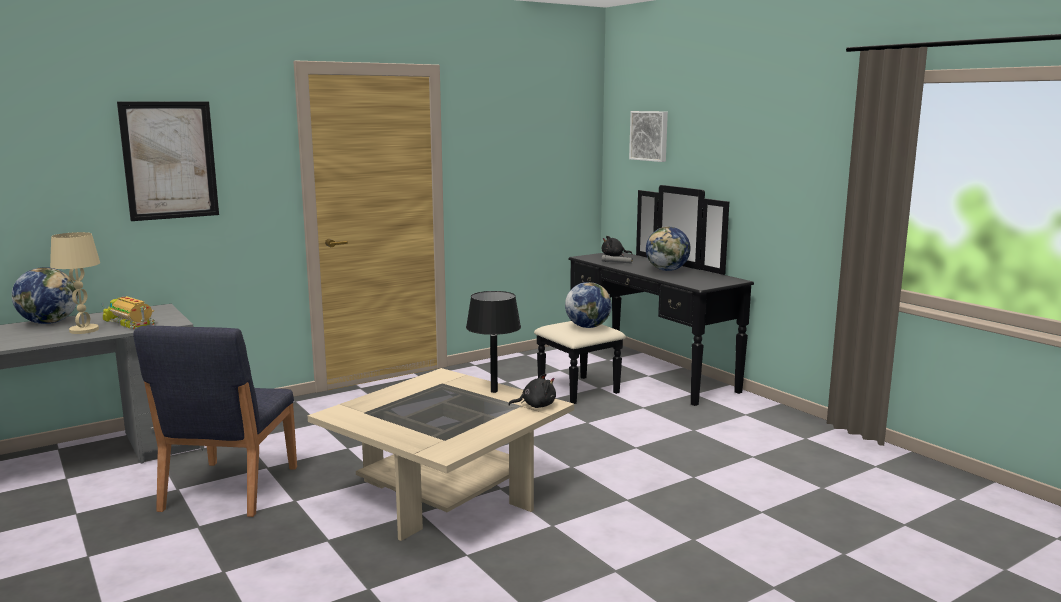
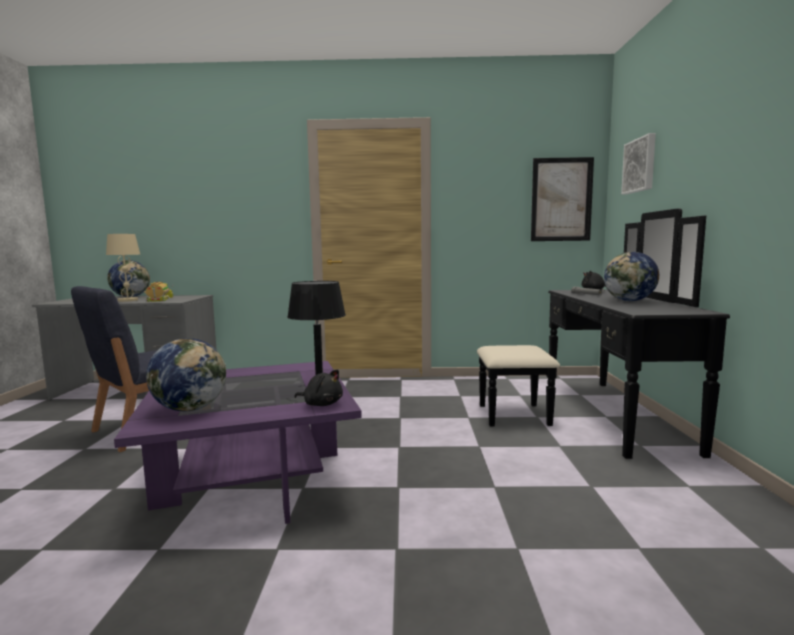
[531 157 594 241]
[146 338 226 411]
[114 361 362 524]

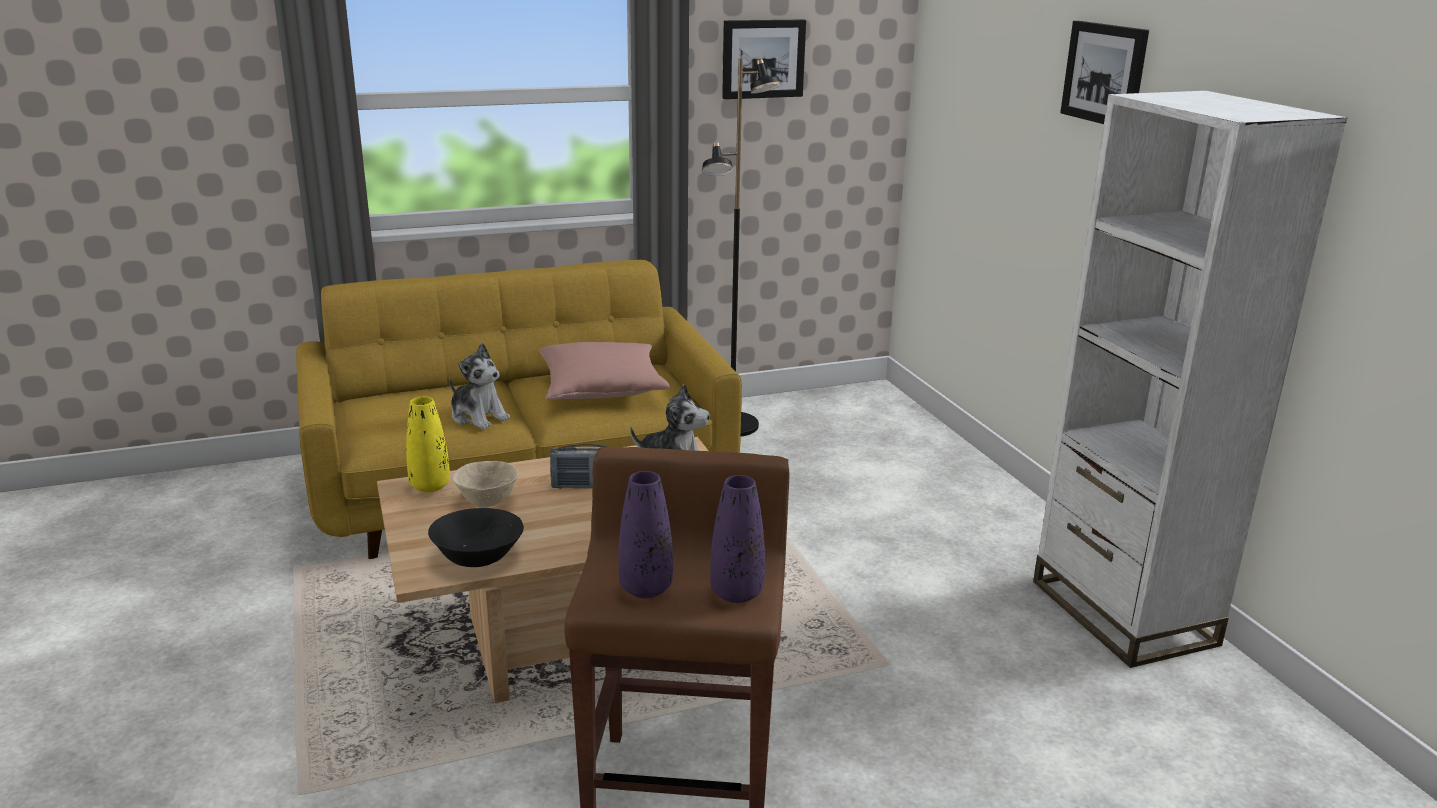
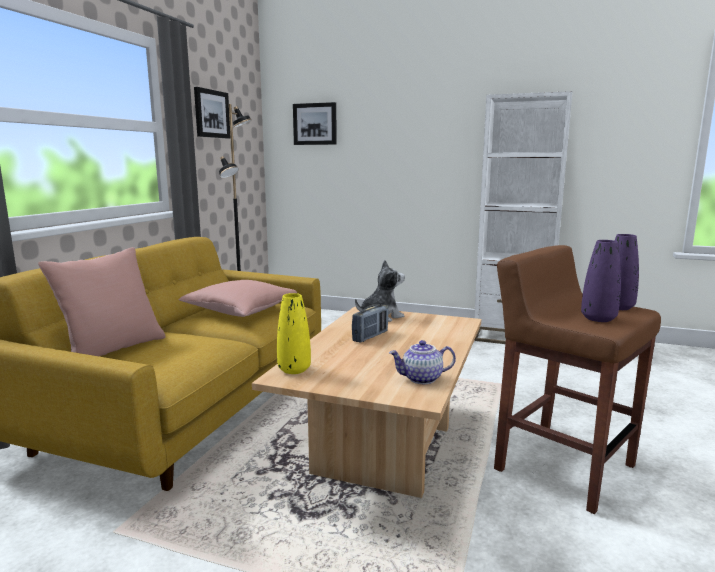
[449 343 510 429] (first image)
[452 461 518 507] (first image)
[38 247 166 356]
[293 102 337 145]
[389 340 456 384]

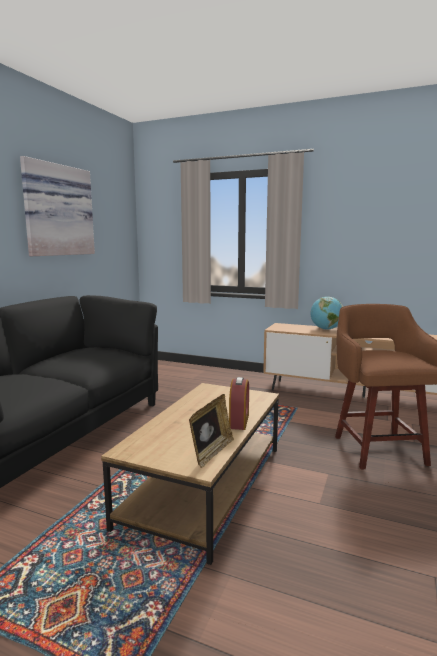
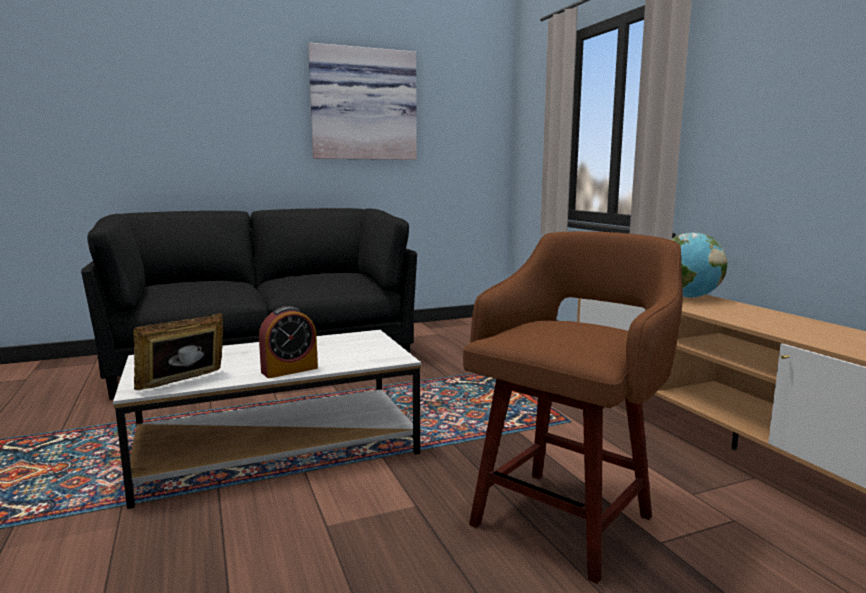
[113 330 421 509]
[133 313 223 390]

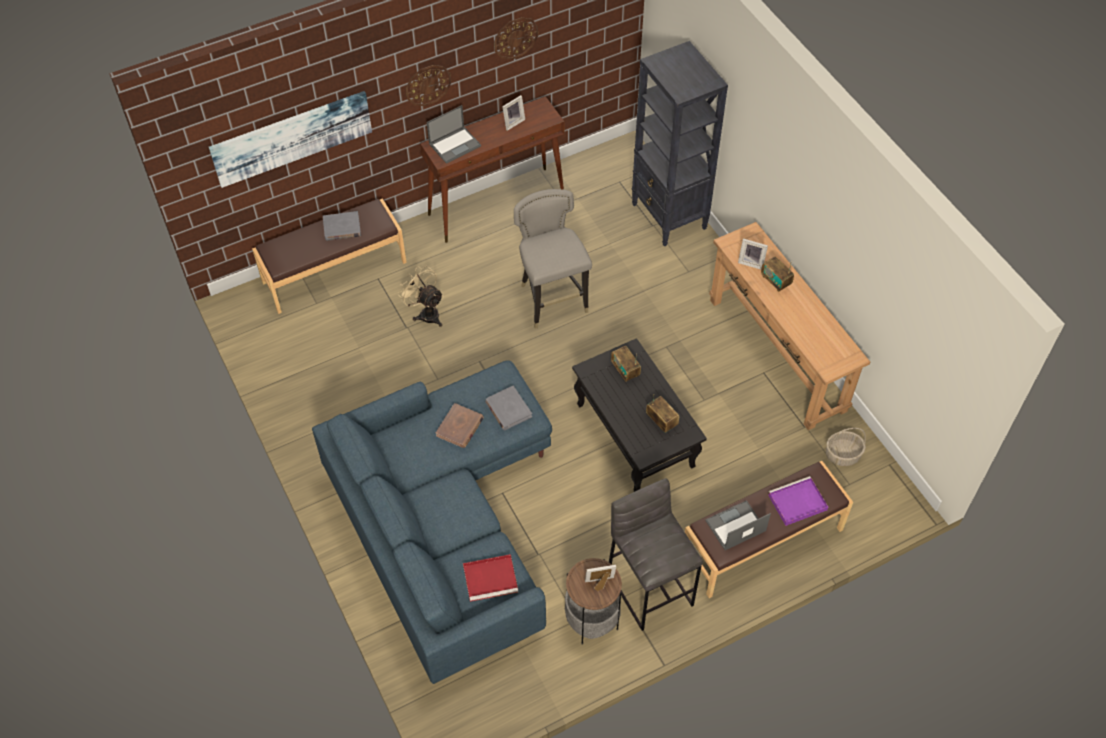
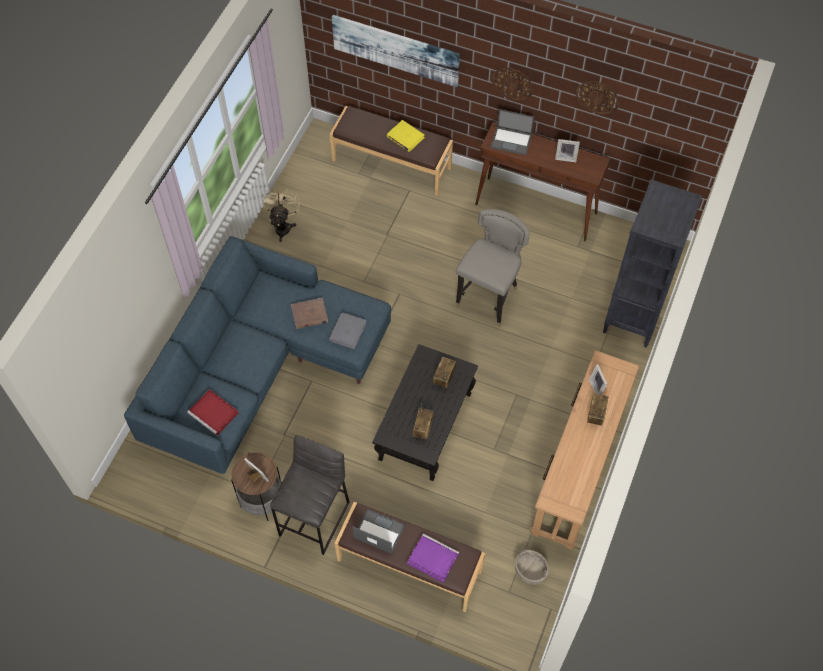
[263 187 300 242]
[387 120 425 152]

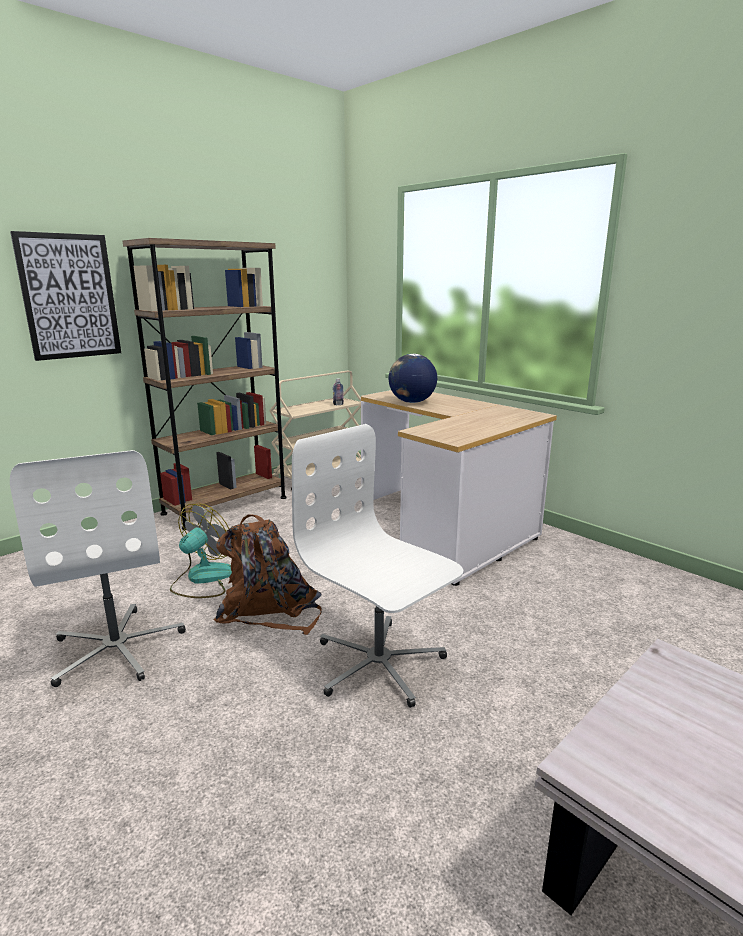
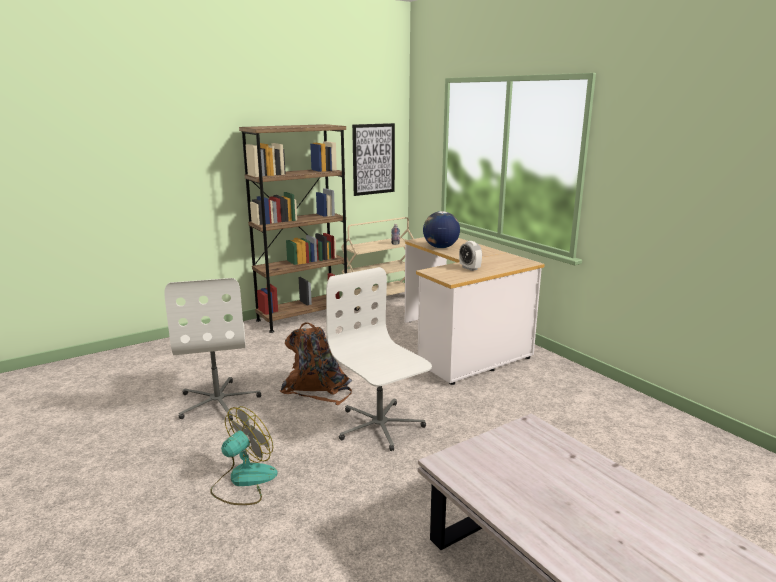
[459 241 482 271]
[352 123 395 196]
[210 406 278 505]

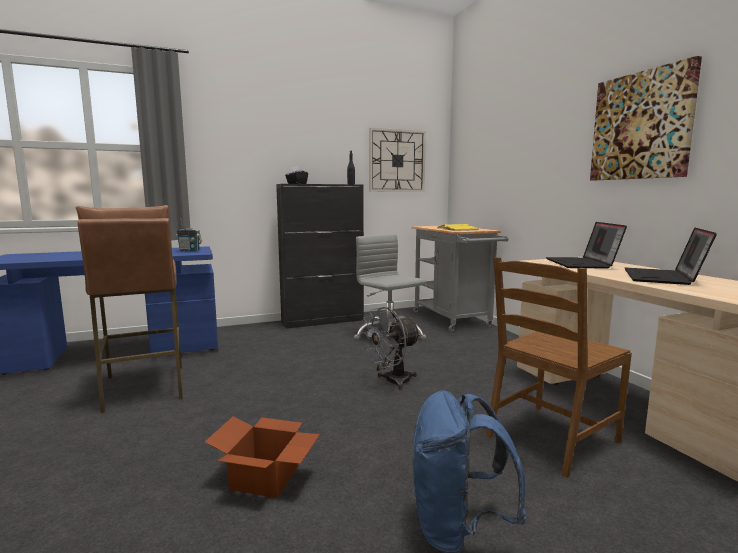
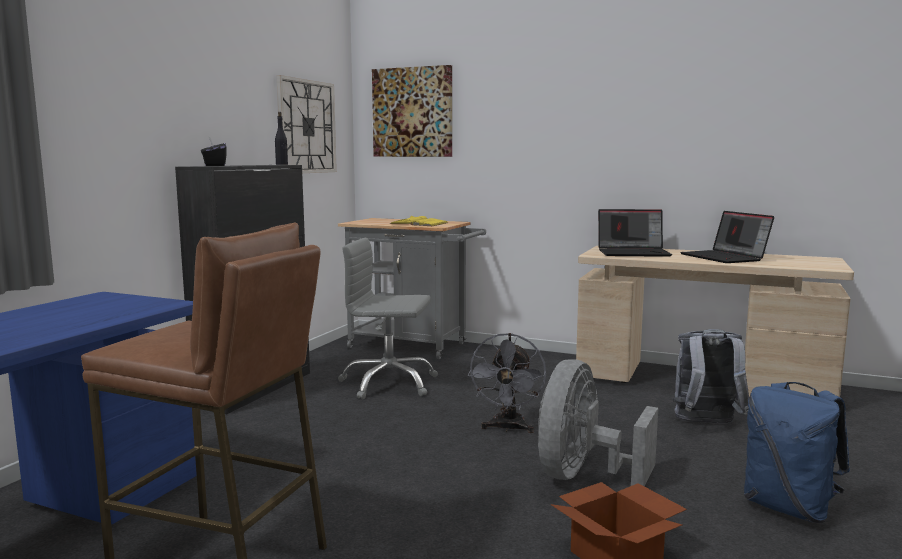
[176 218 202 251] (first image)
[538 359 658 486]
[372 65 452 157]
[672 329 749 424]
[598 209 672 257]

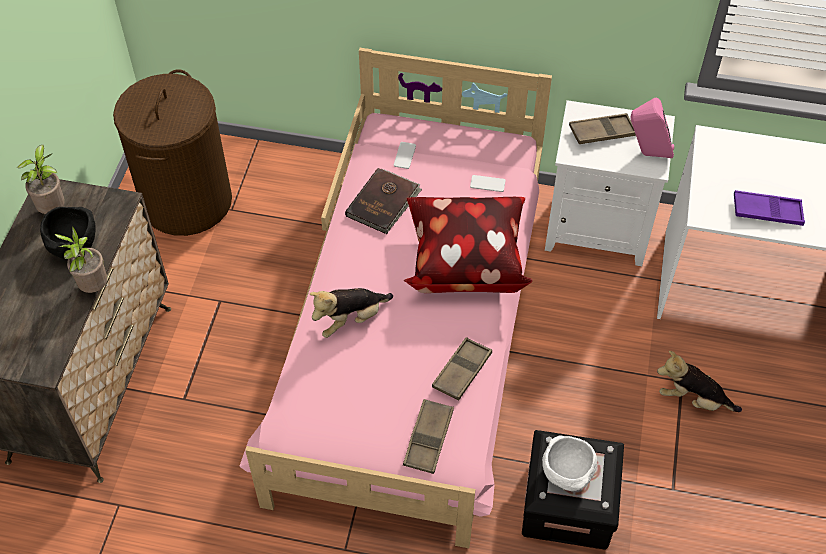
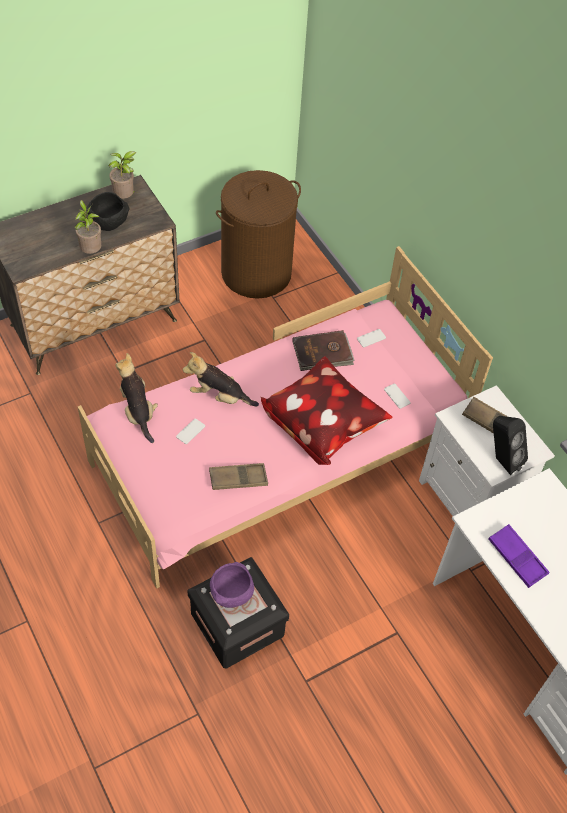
[403 399 454 474] (first image)
[176 418 205 444]
[116 353 158 443]
[210 562 254 608]
[493 416 528 475]

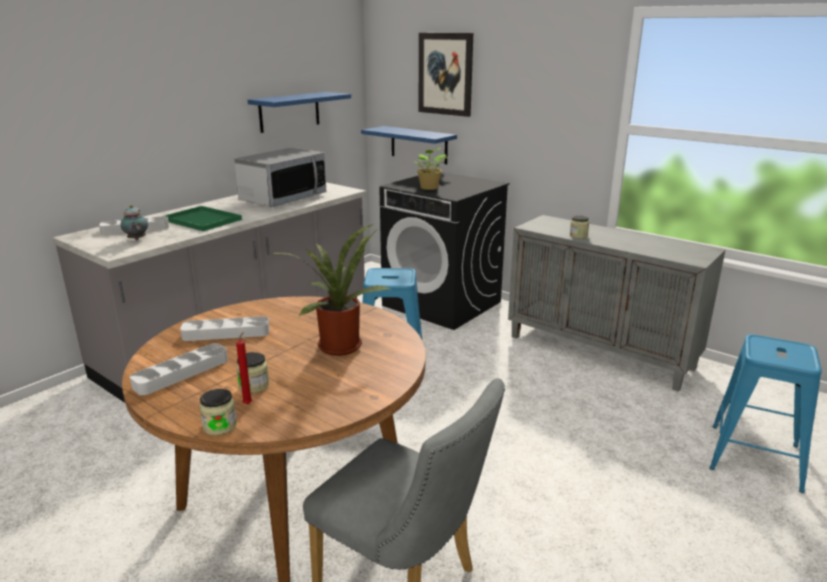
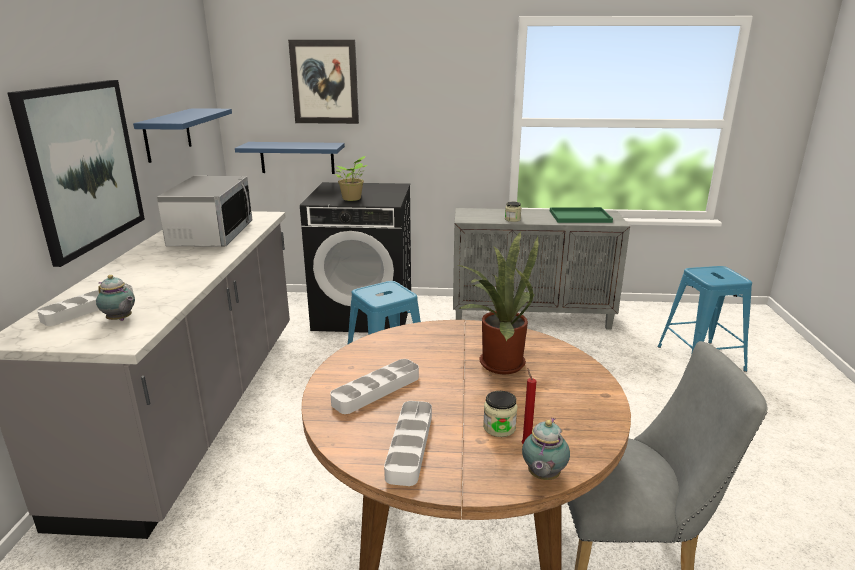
[7 80 145 267]
[550 207 613 223]
[522 418 570 480]

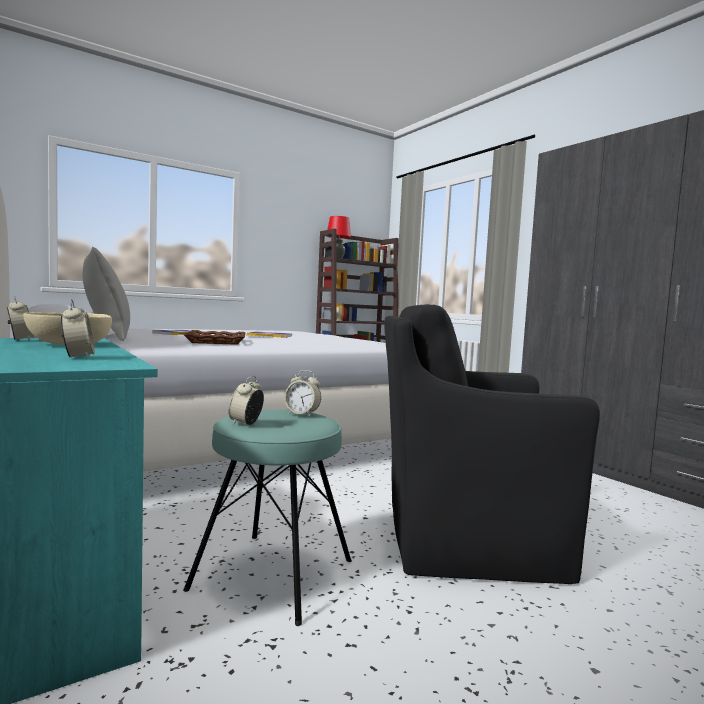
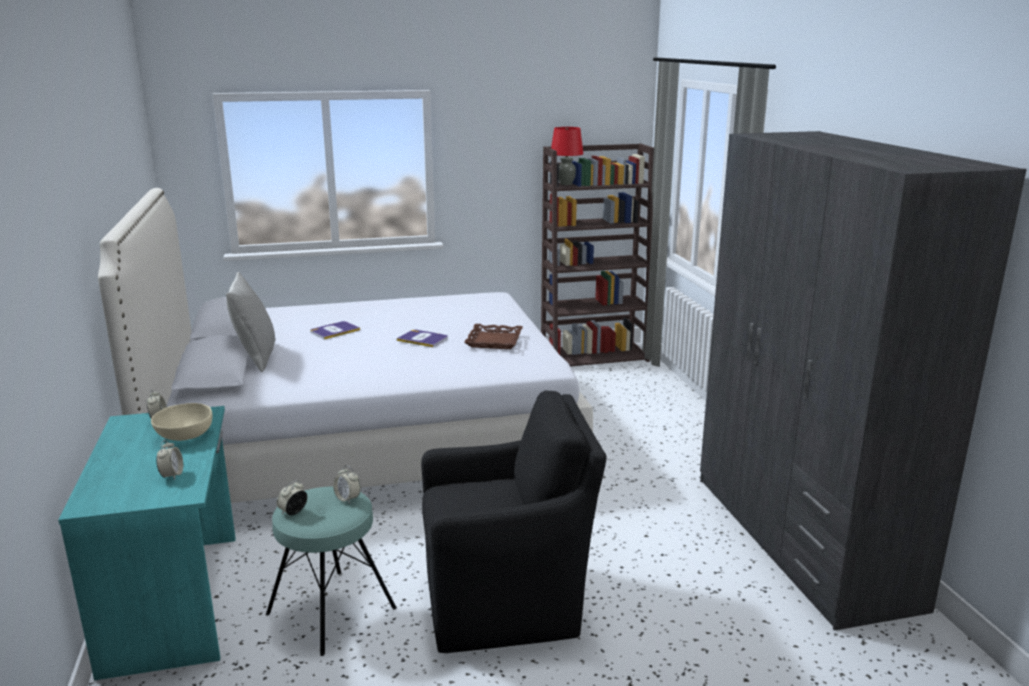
[464 324 523 349]
[421 391 606 653]

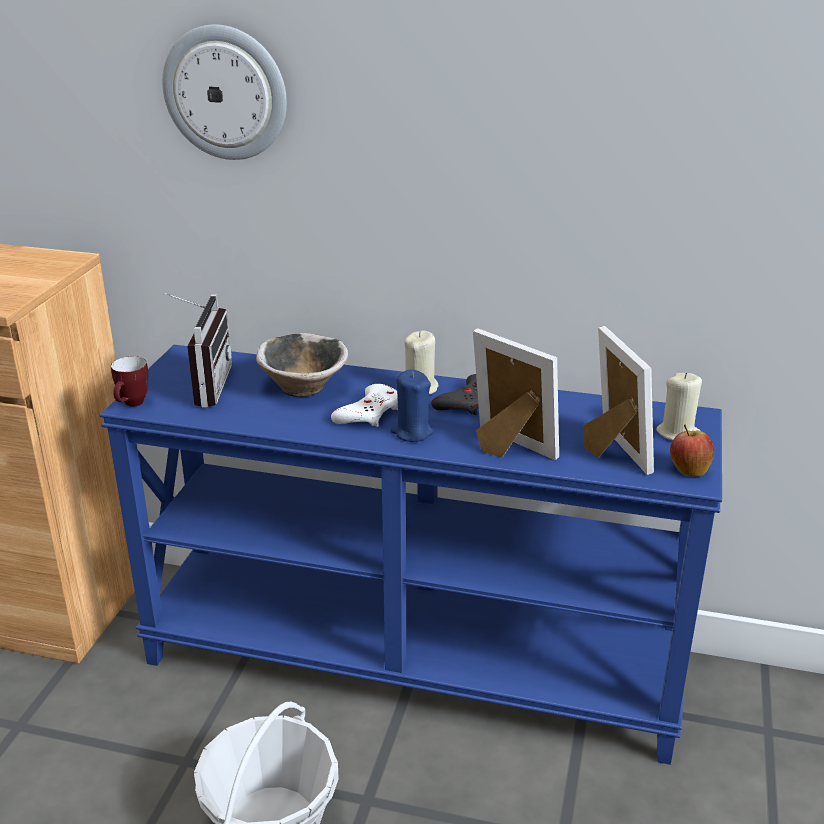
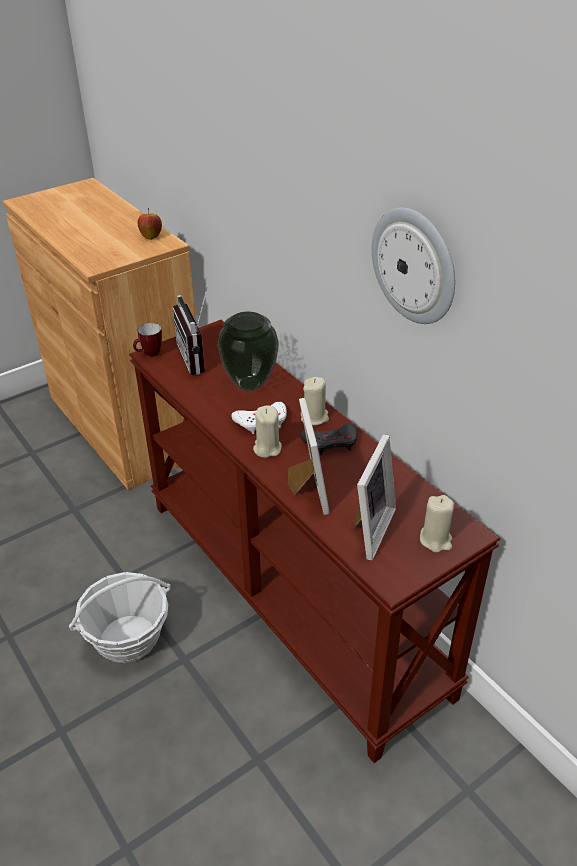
[372 207 455 324]
[138 208 162 240]
[218 312 279 391]
[129 320 500 763]
[253 405 282 458]
[172 288 208 375]

